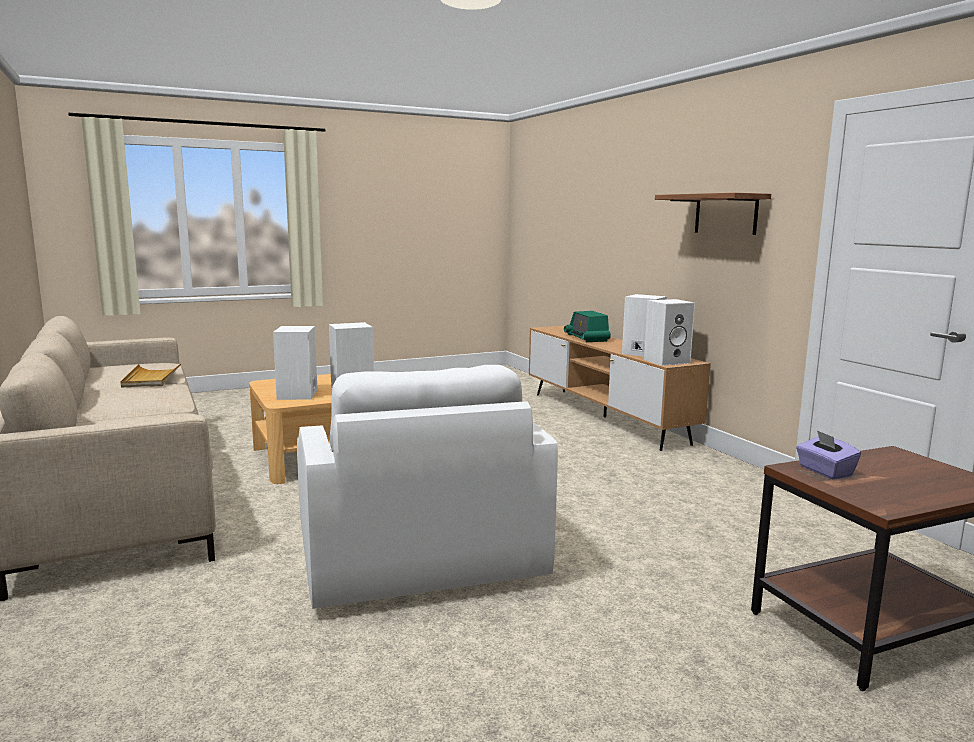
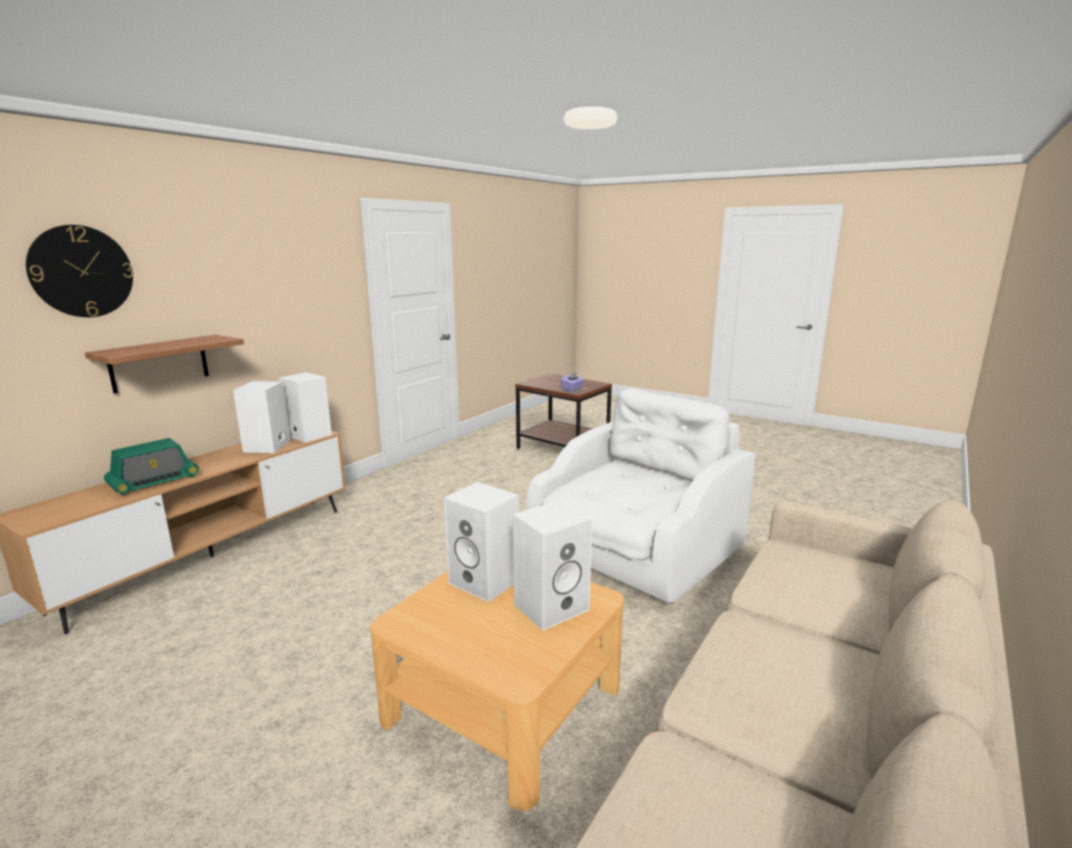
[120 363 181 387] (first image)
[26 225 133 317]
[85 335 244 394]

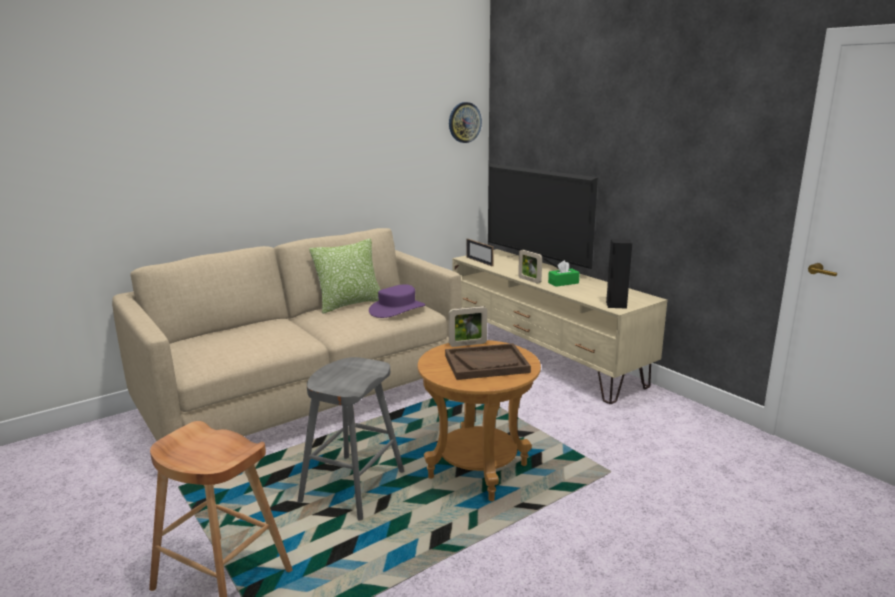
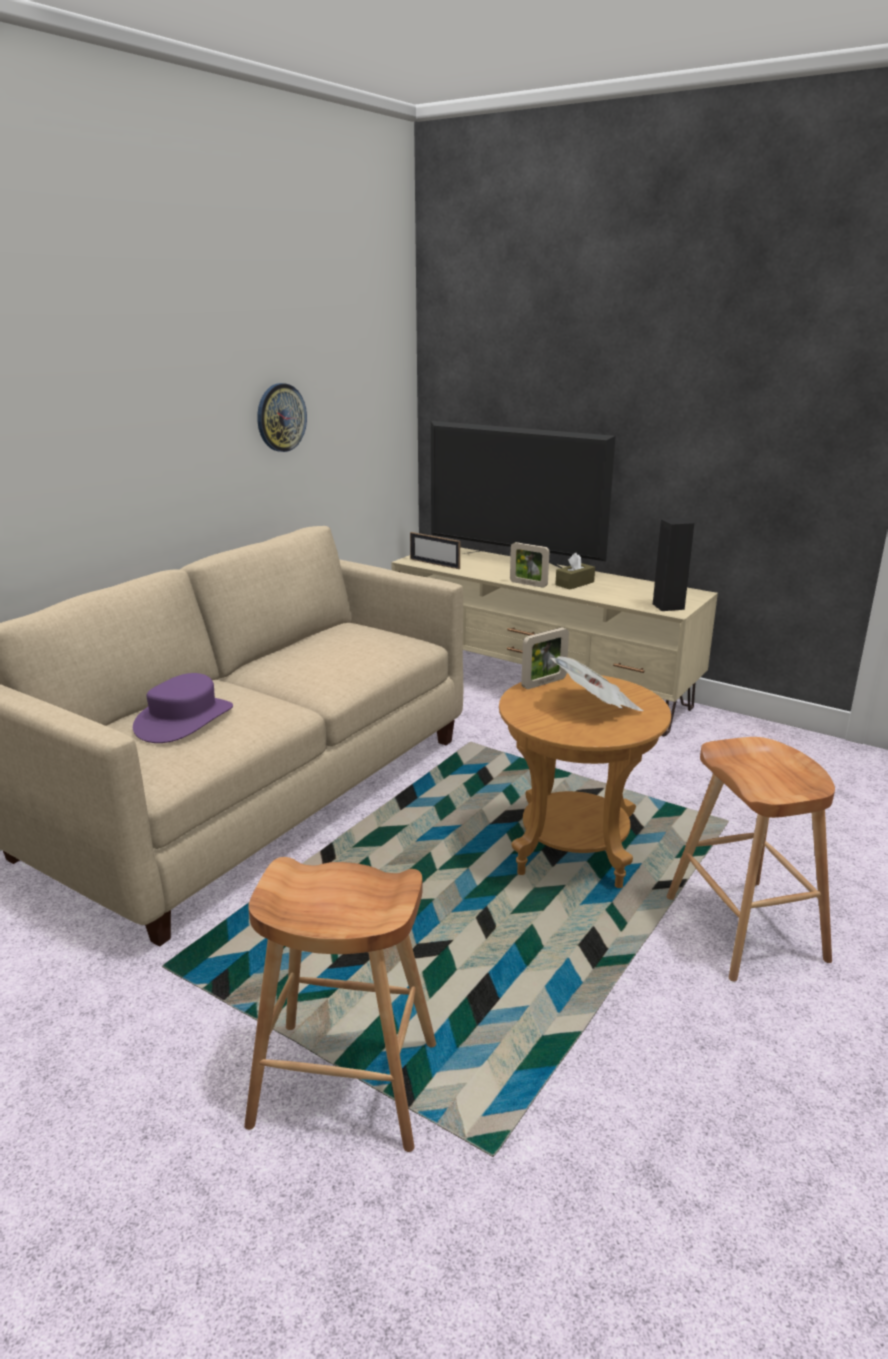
[298 357 404 521] (first image)
[309 238 381 314] (first image)
[666 737 835 981]
[133 673 233 743]
[257 383 307 452]
[551 656 644 711]
[555 553 595 589]

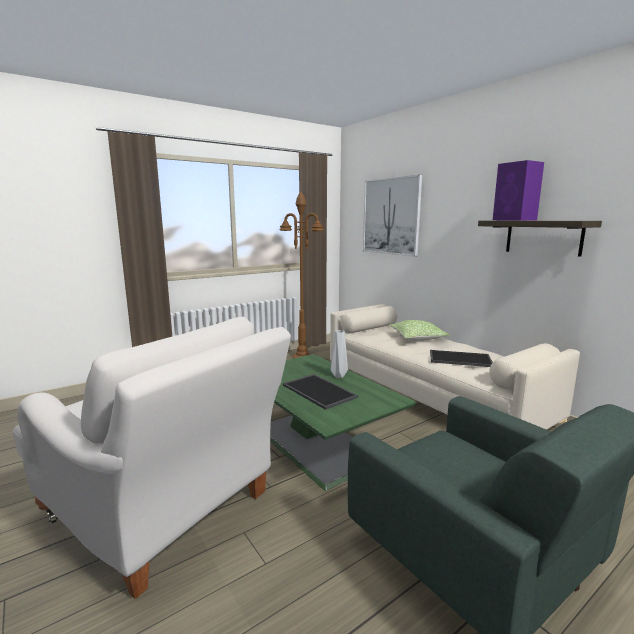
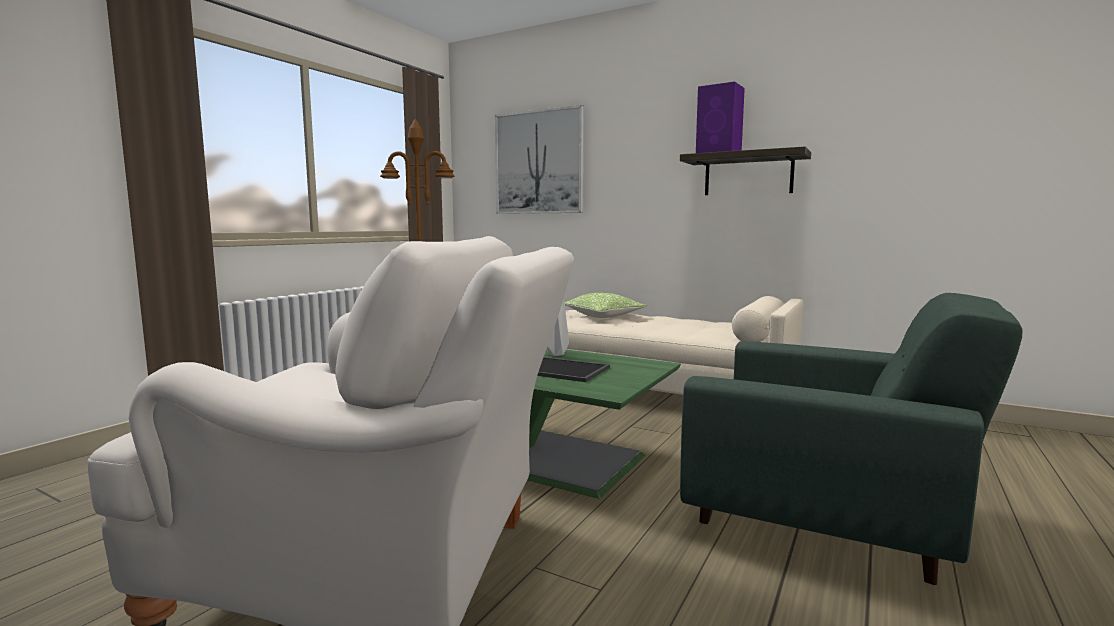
[430 350 493 367] (first image)

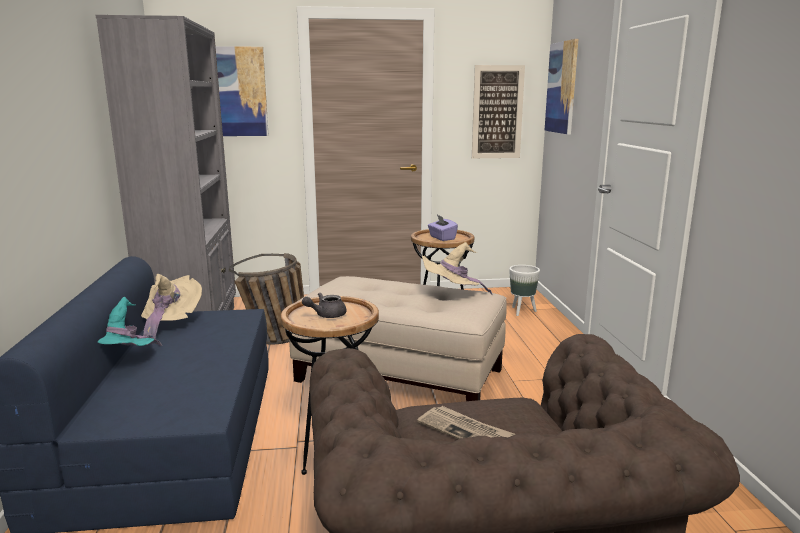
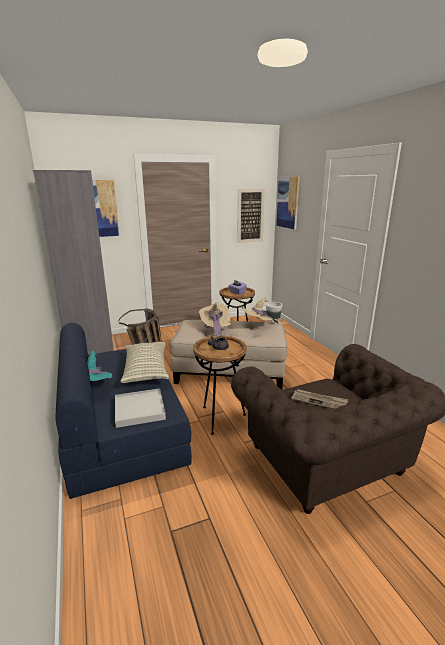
[115 388 166 428]
[120 342 169 383]
[199 302 231 336]

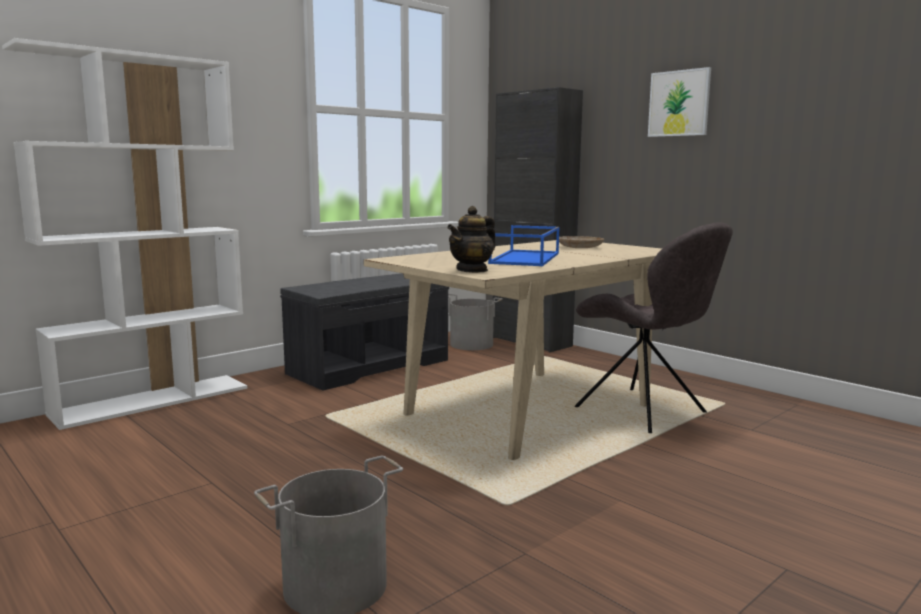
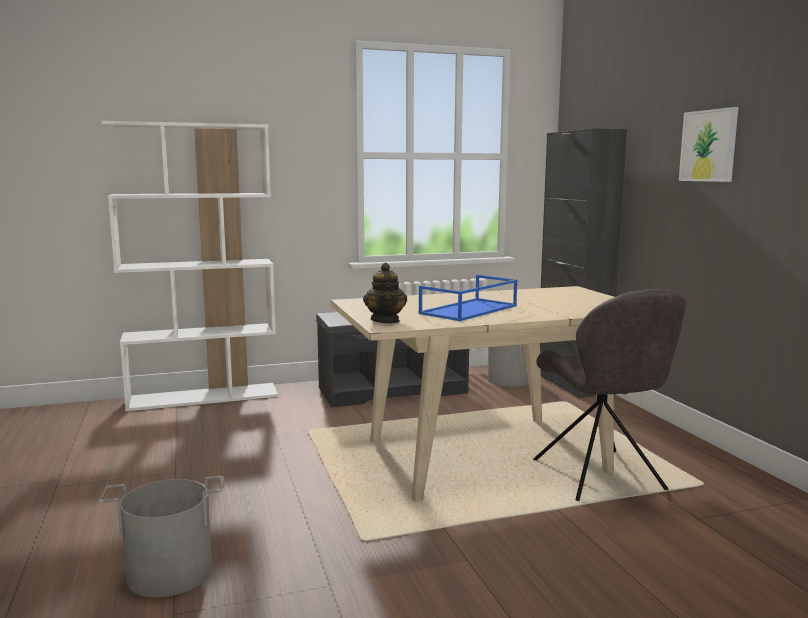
[559 236 604 248] (first image)
[363 263 407 323]

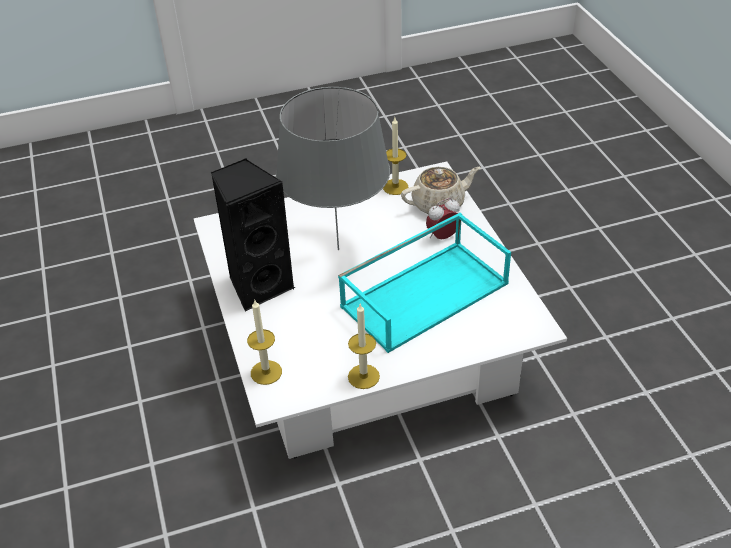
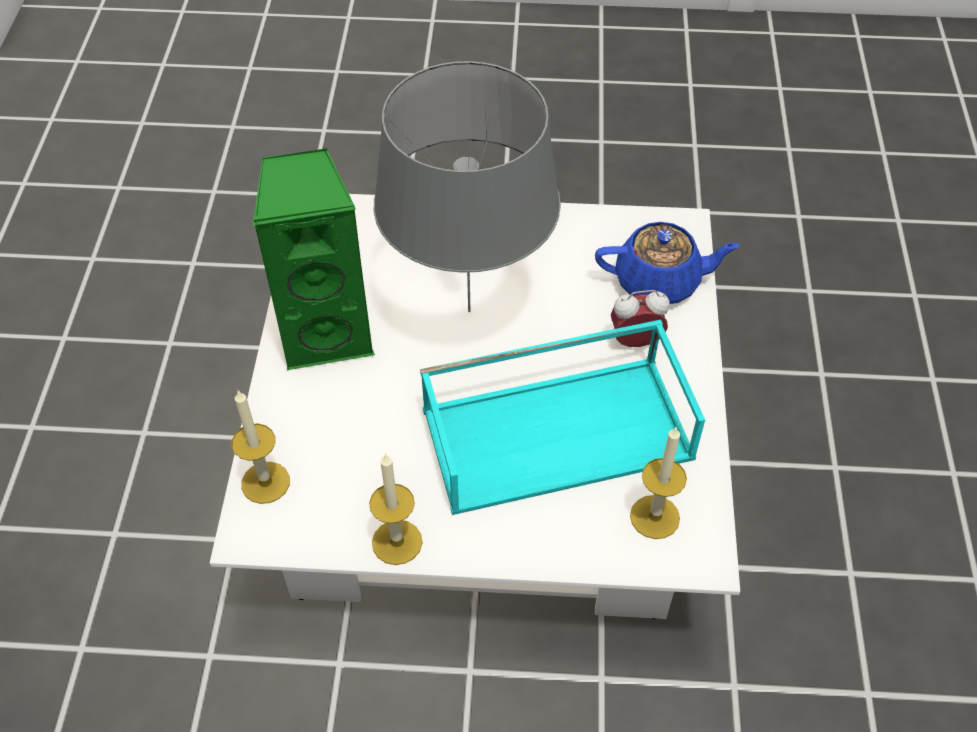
[630 426 687 539]
[253 148 375 370]
[595 222 740 304]

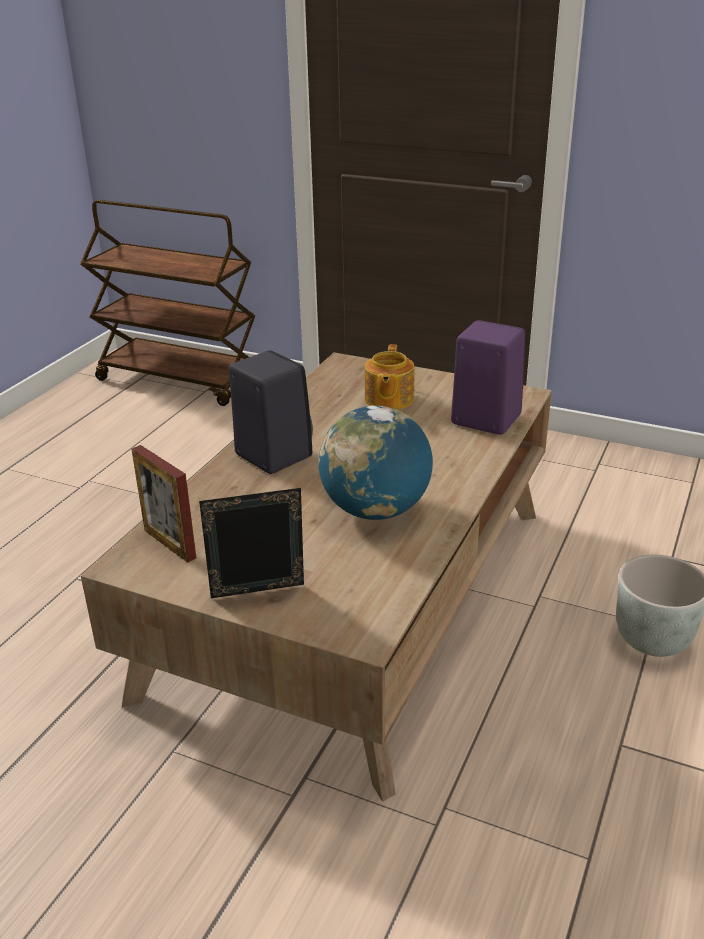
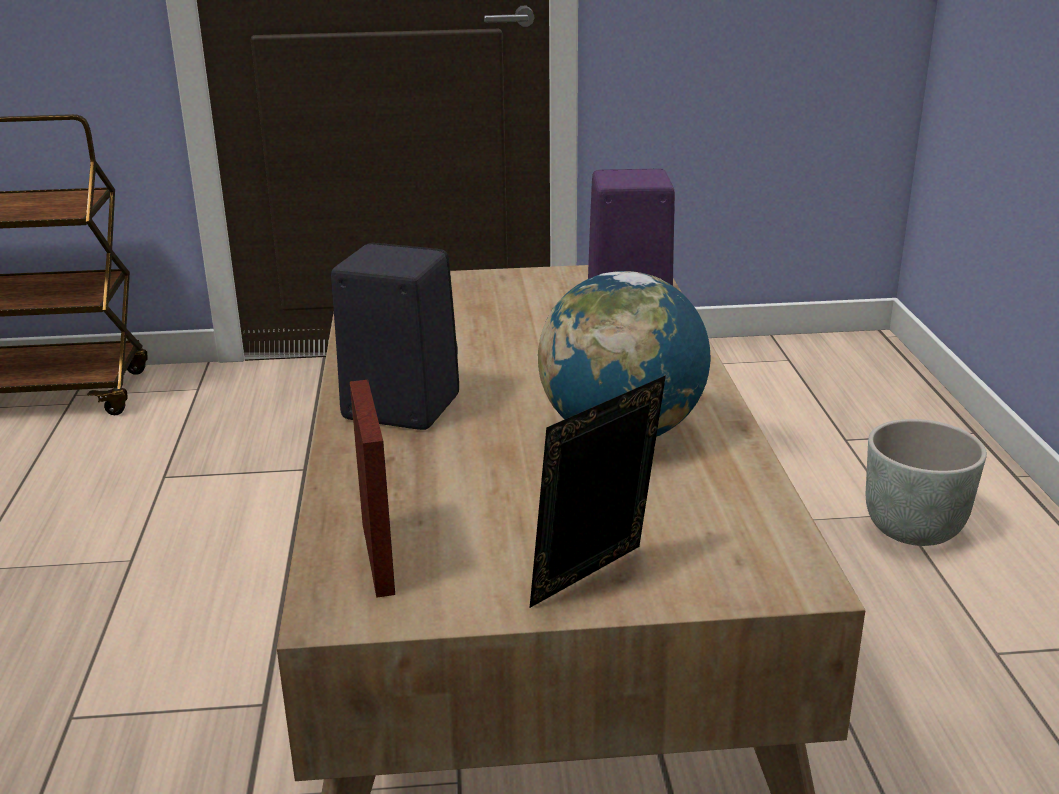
[364 344 414 410] (first image)
[350 380 395 598]

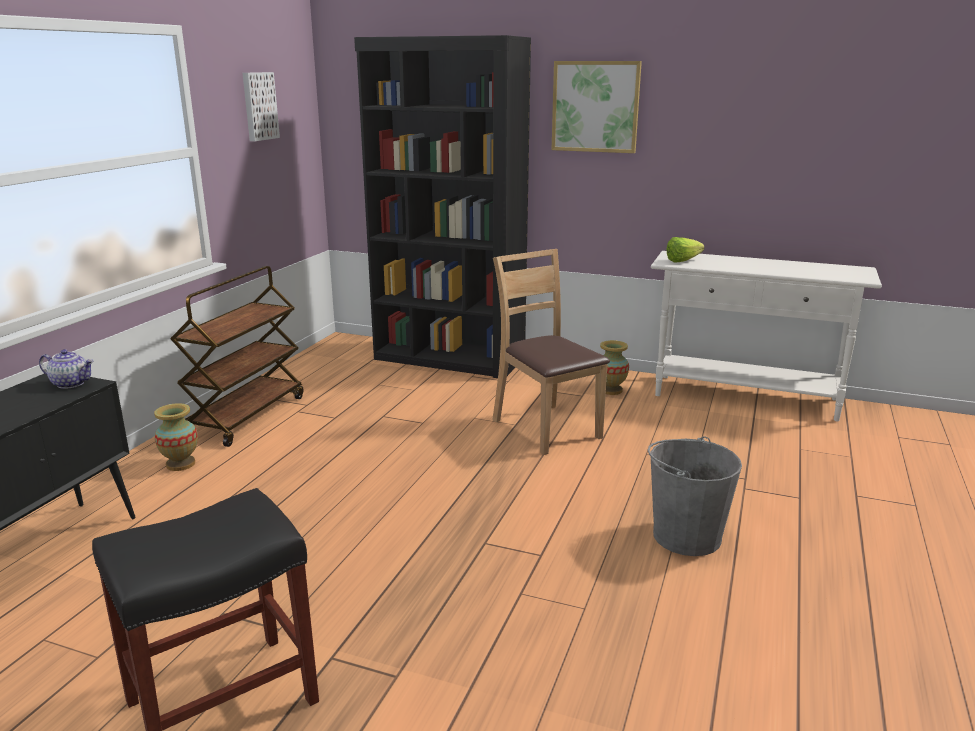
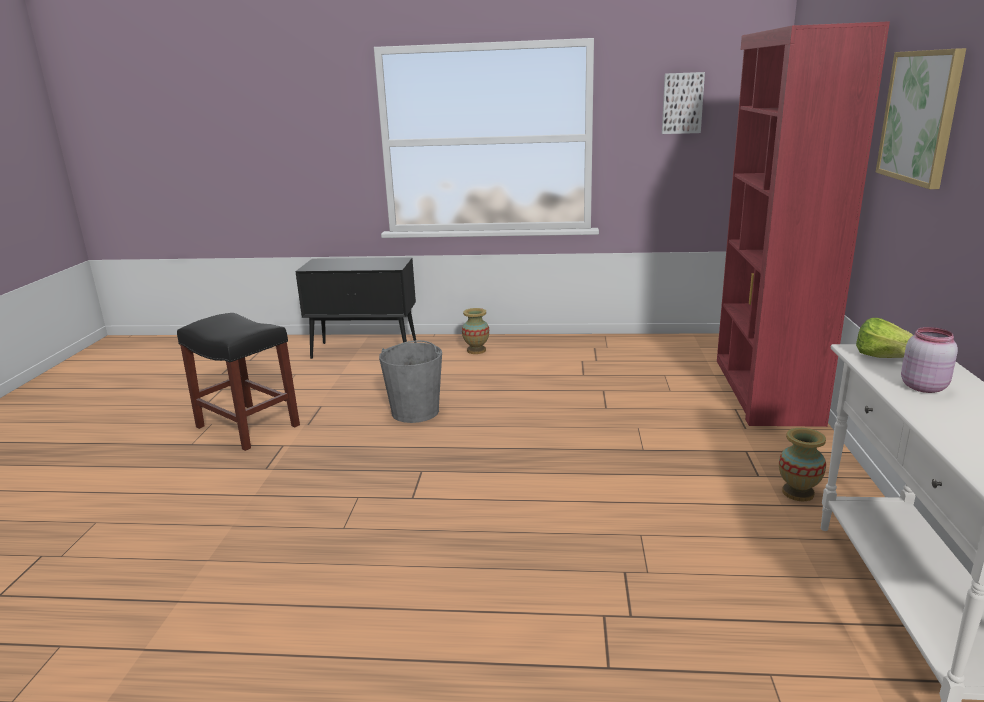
[39 349 94 389] (first image)
[170 266 304 447] (first image)
[492 249 610 455] (first image)
[901 327 958 393]
[379 340 442 423]
[717 21 890 427]

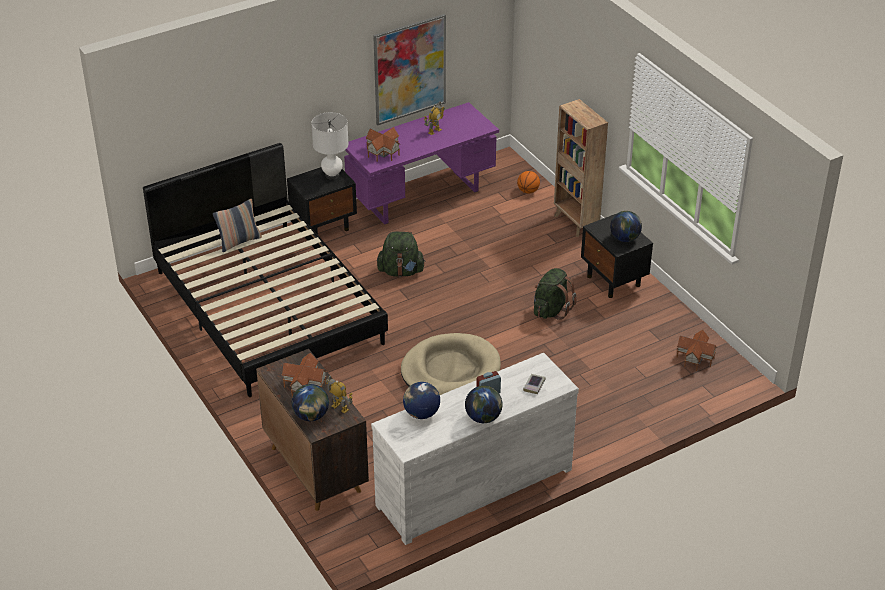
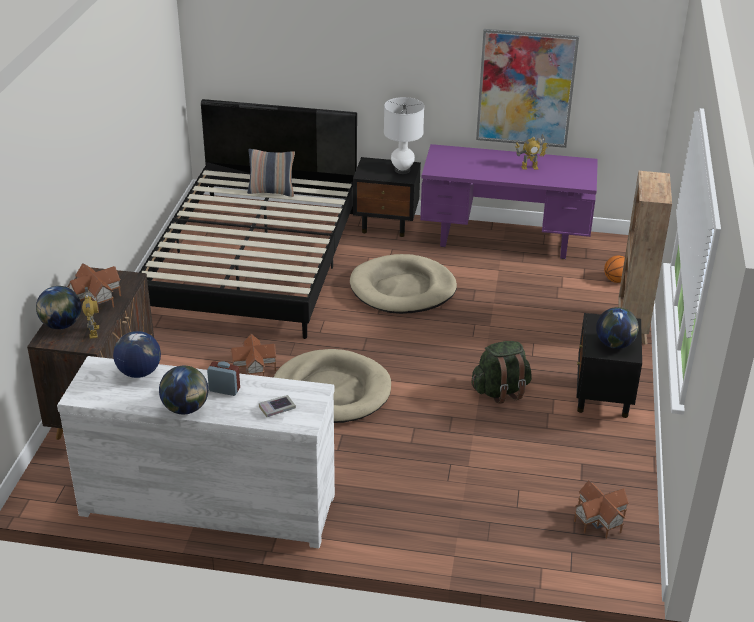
[230 334 277 376]
[350 254 457 314]

